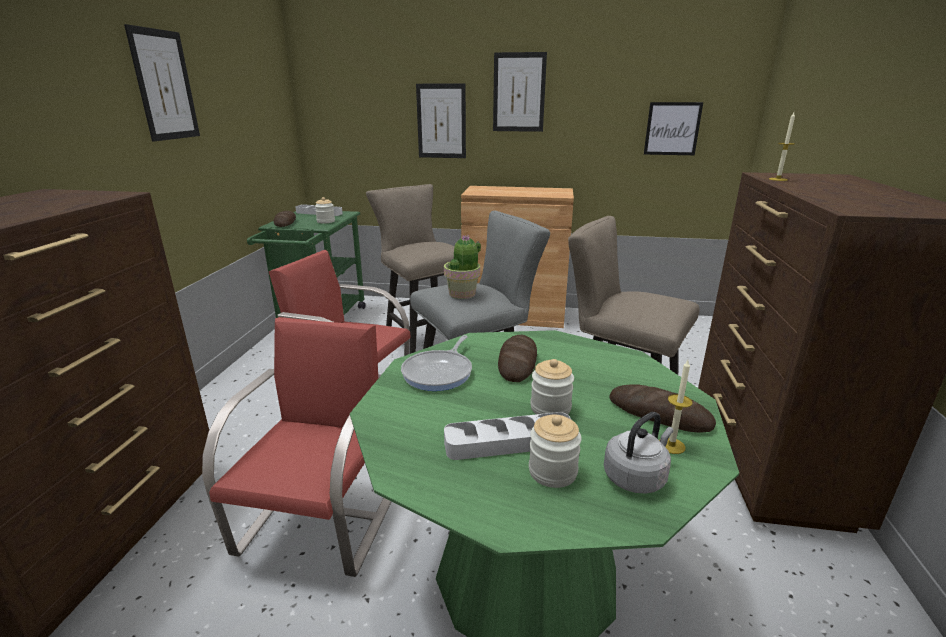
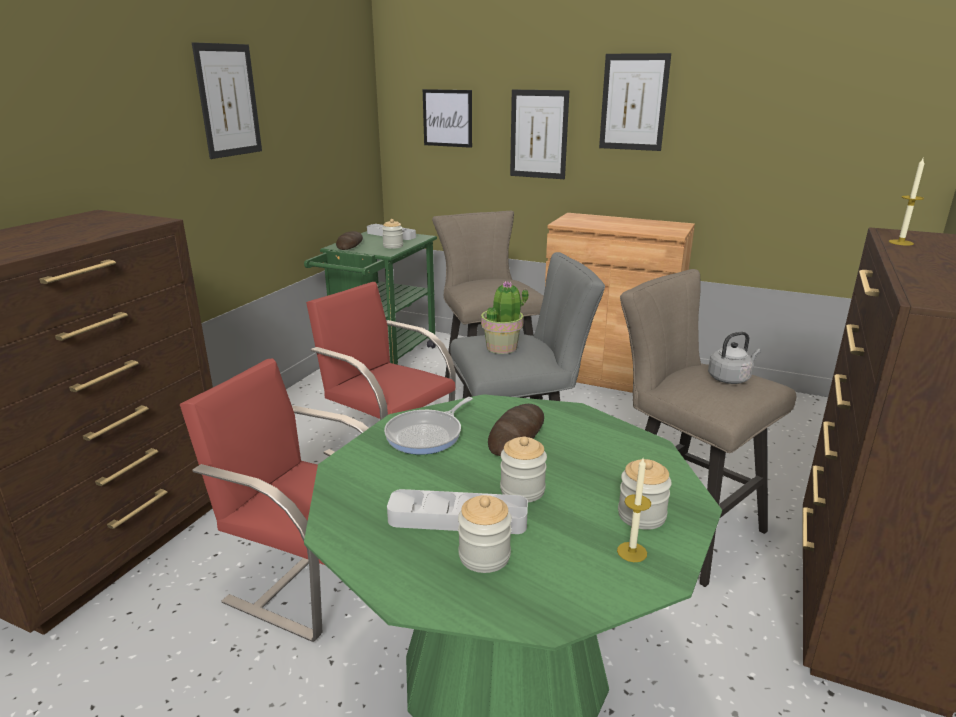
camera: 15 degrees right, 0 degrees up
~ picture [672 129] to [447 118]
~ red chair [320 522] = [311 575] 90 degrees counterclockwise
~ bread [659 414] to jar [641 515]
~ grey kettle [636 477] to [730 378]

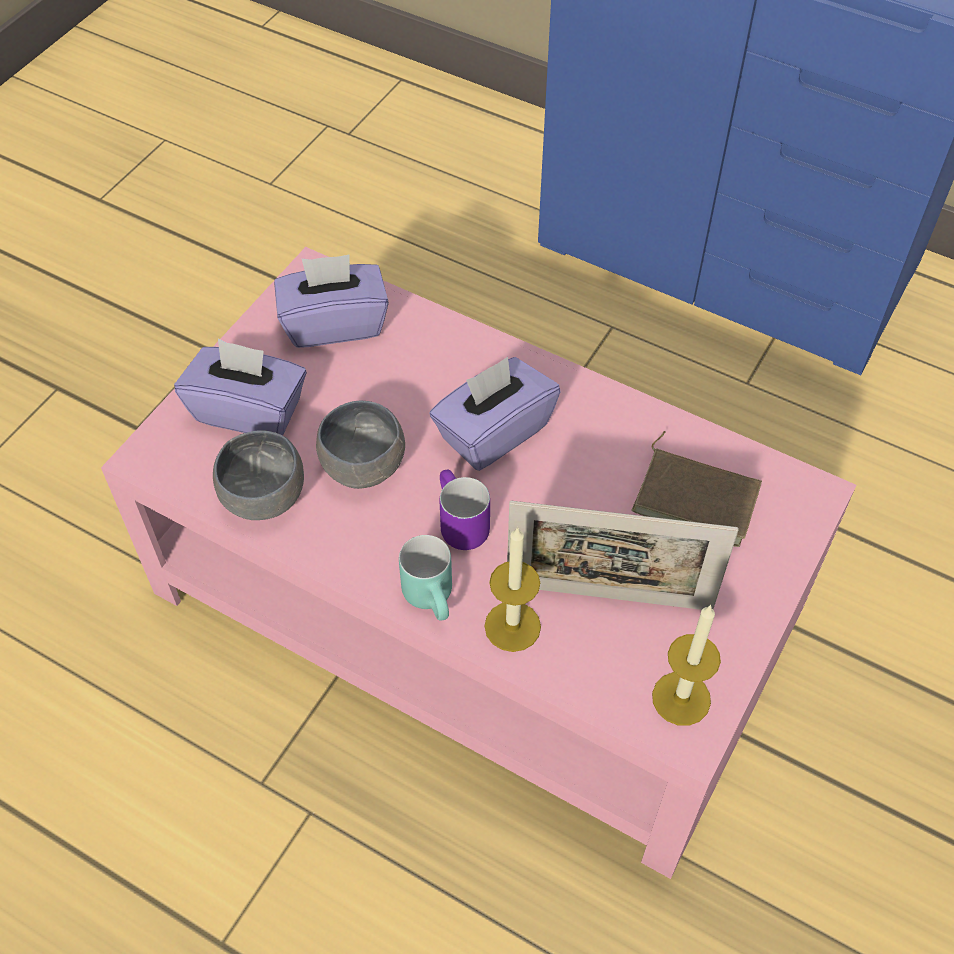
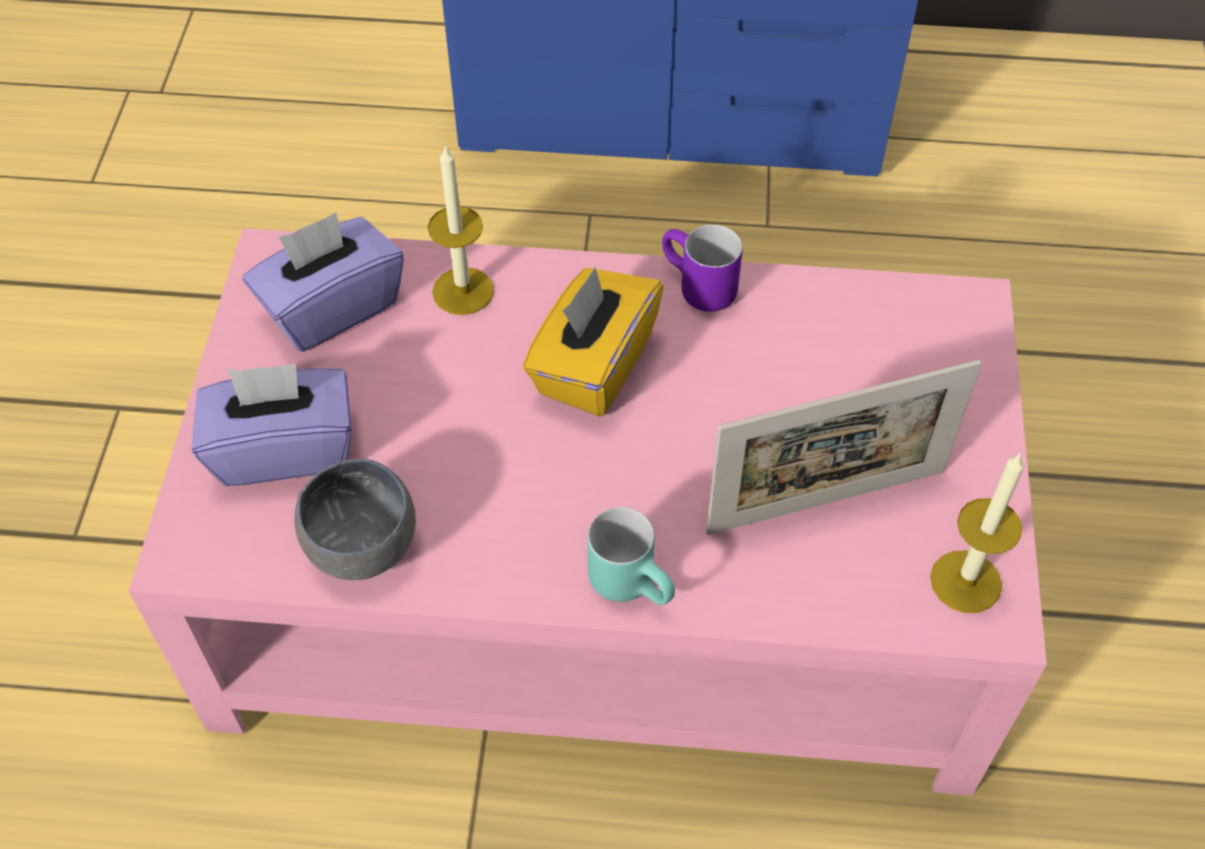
camera: 25 degrees left, 0 degrees up
~ purple tissue box [493 432] to yellow tissue box [593 366]
- grey bowl [361 464]
- brown book [697 497]
~ purple mug [457 524] to [695 289]
~ candle [512 626] to [463 291]

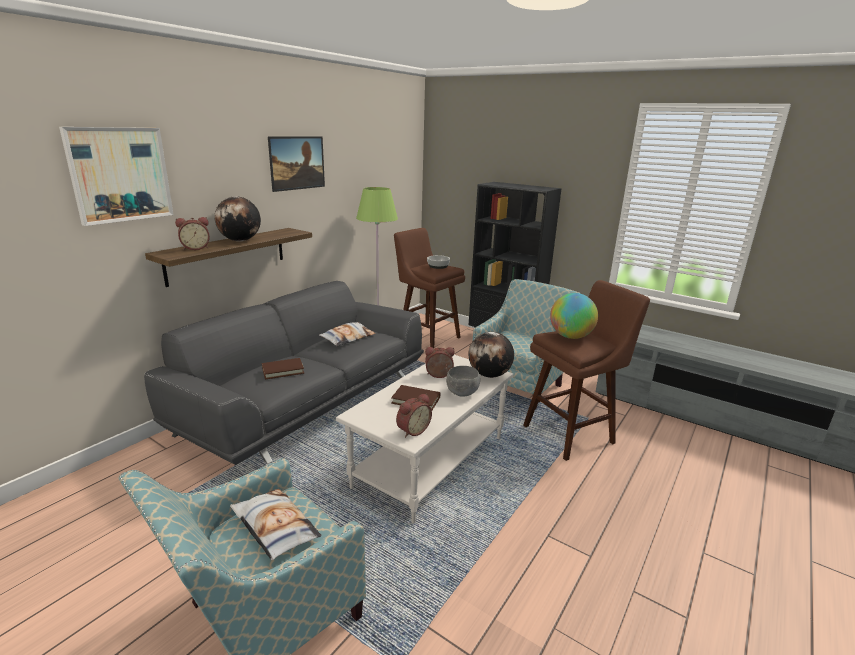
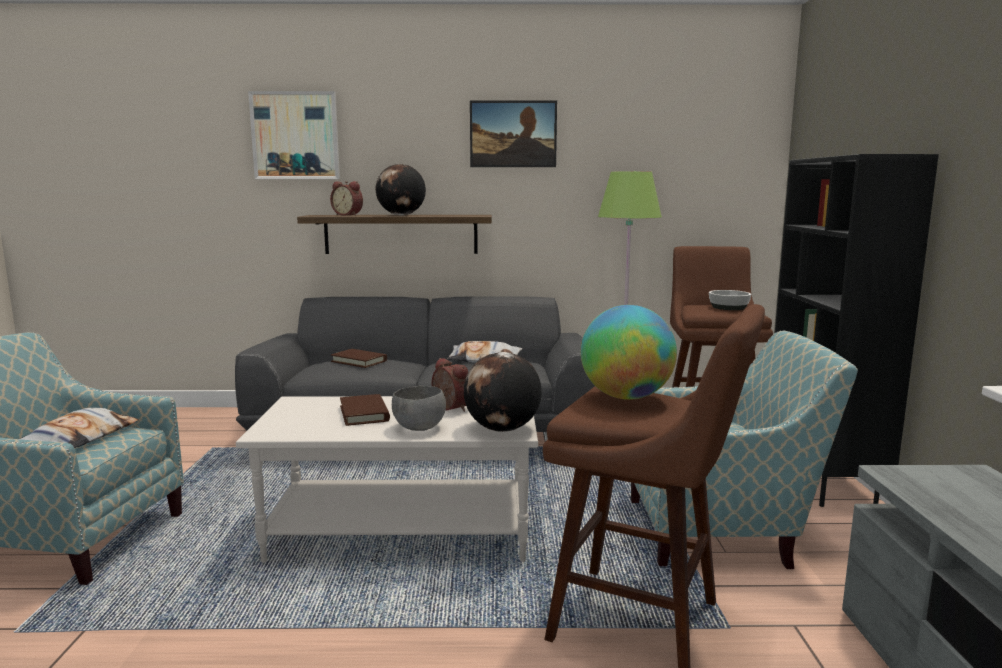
camera: 55 degrees right, 10 degrees down
- alarm clock [412 430]

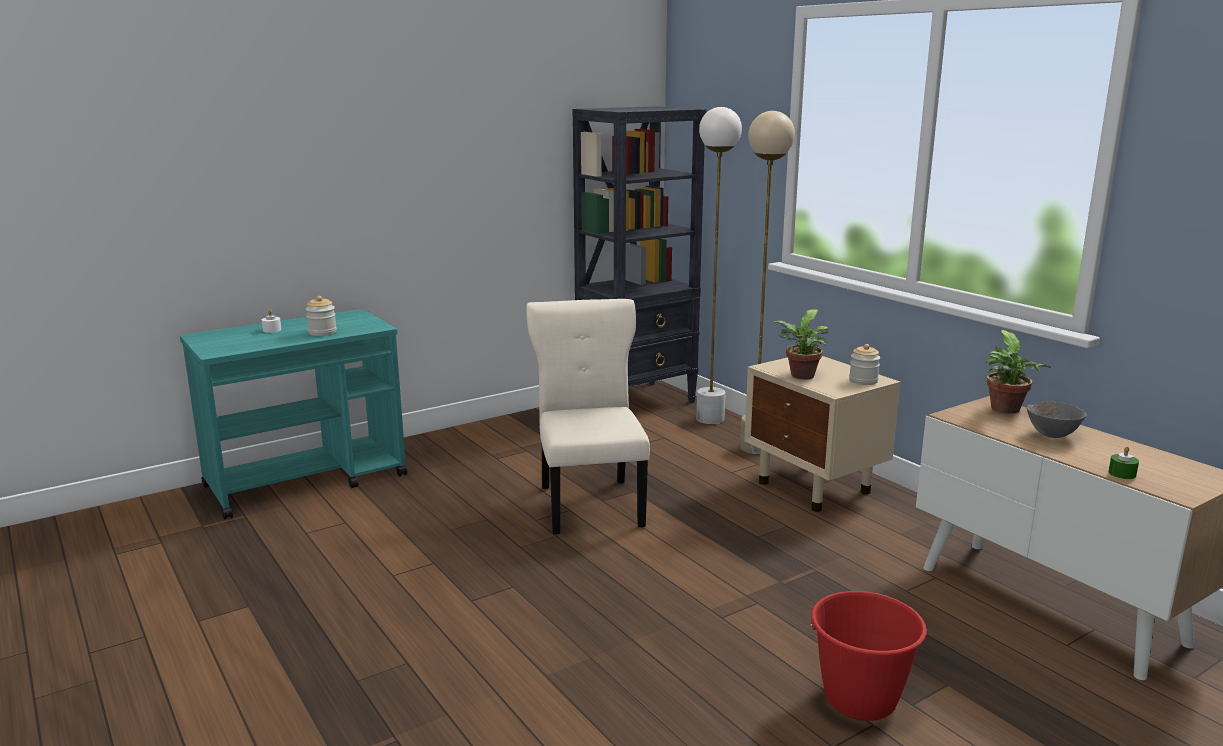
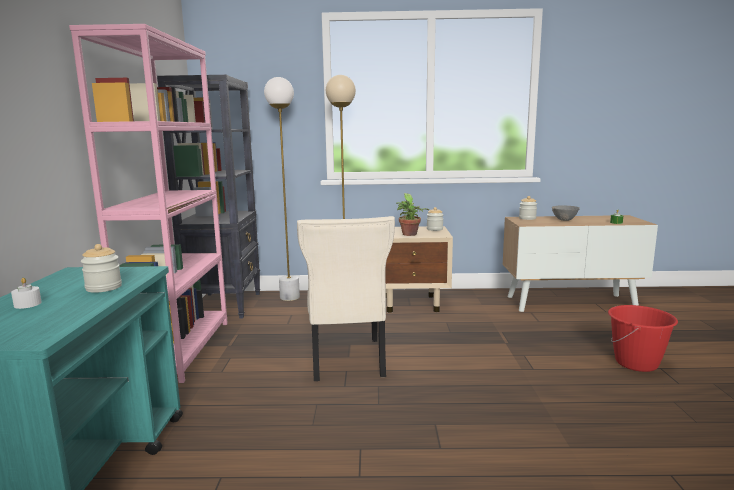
camera: 55 degrees left, 5 degrees down
~ beige chair [590 503] = [347 361] 120 degrees counterclockwise
~ potted plant [1006 410] to jar [527 218]
+ pink bookcase [181 349]

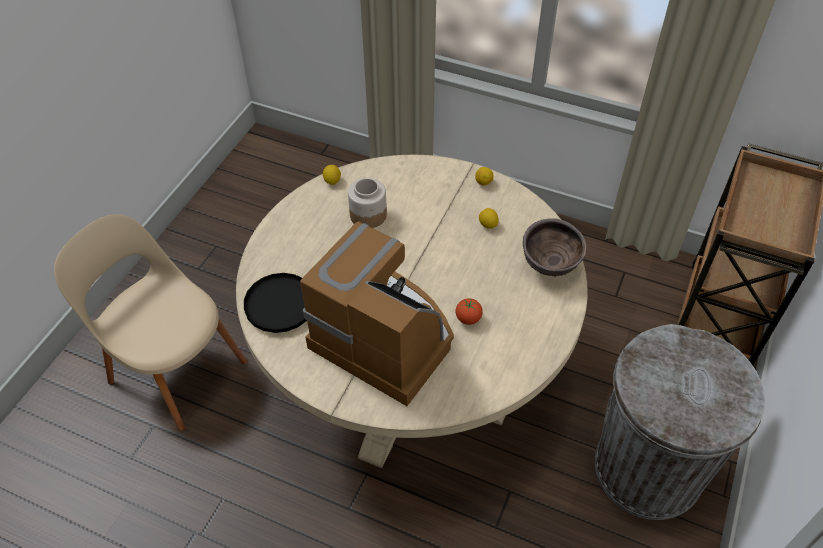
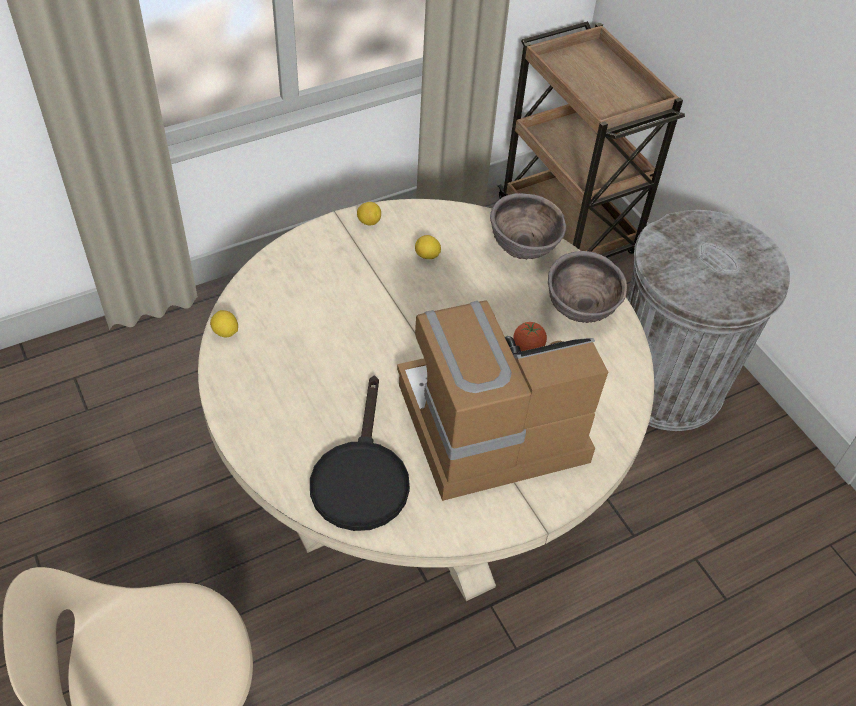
camera: 55 degrees left, 0 degrees up
- jar [367 215]
+ brown bowl [579 312]

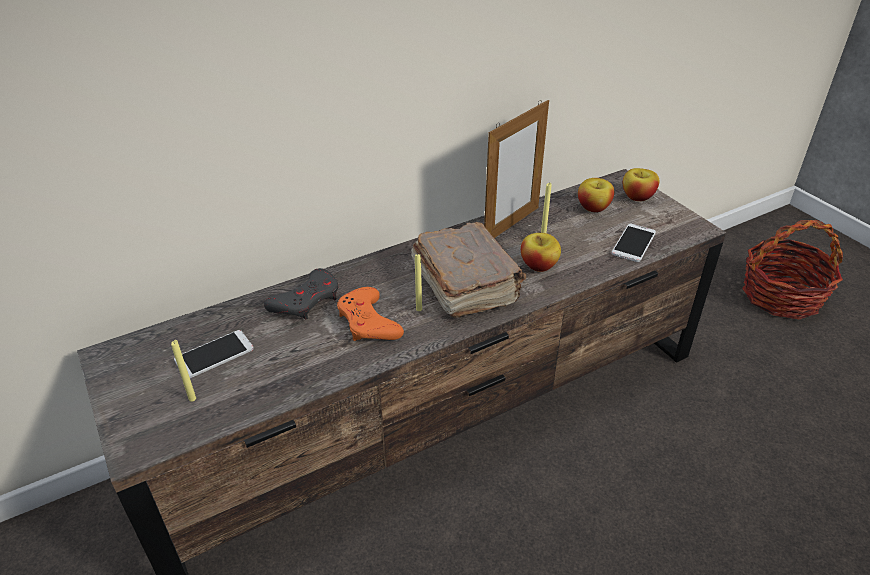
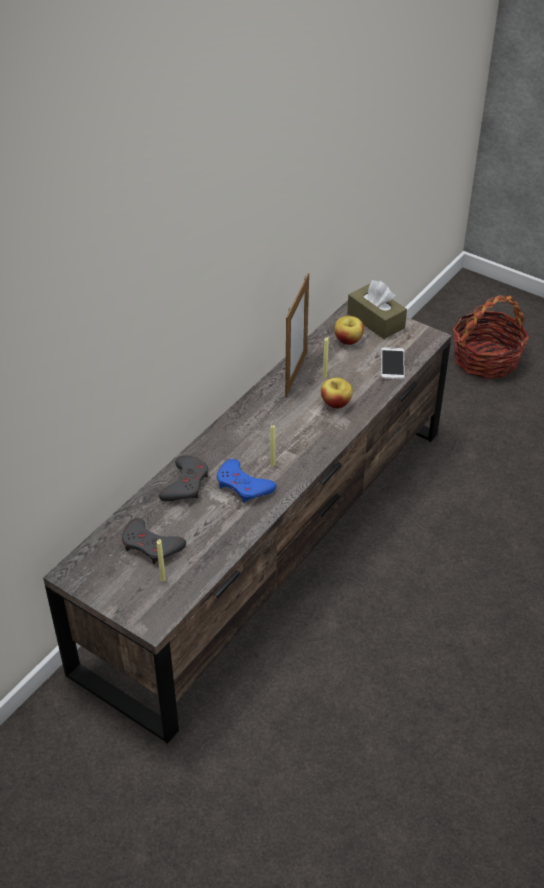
camera: 25 degrees left, 5 degrees up
~ apple [637 197] to brown tissue box [375 320]
- brown book [465 284]
~ orange game controller [368 322] to blue game controller [243 485]
~ phone [214 354] to grey game controller [151 545]

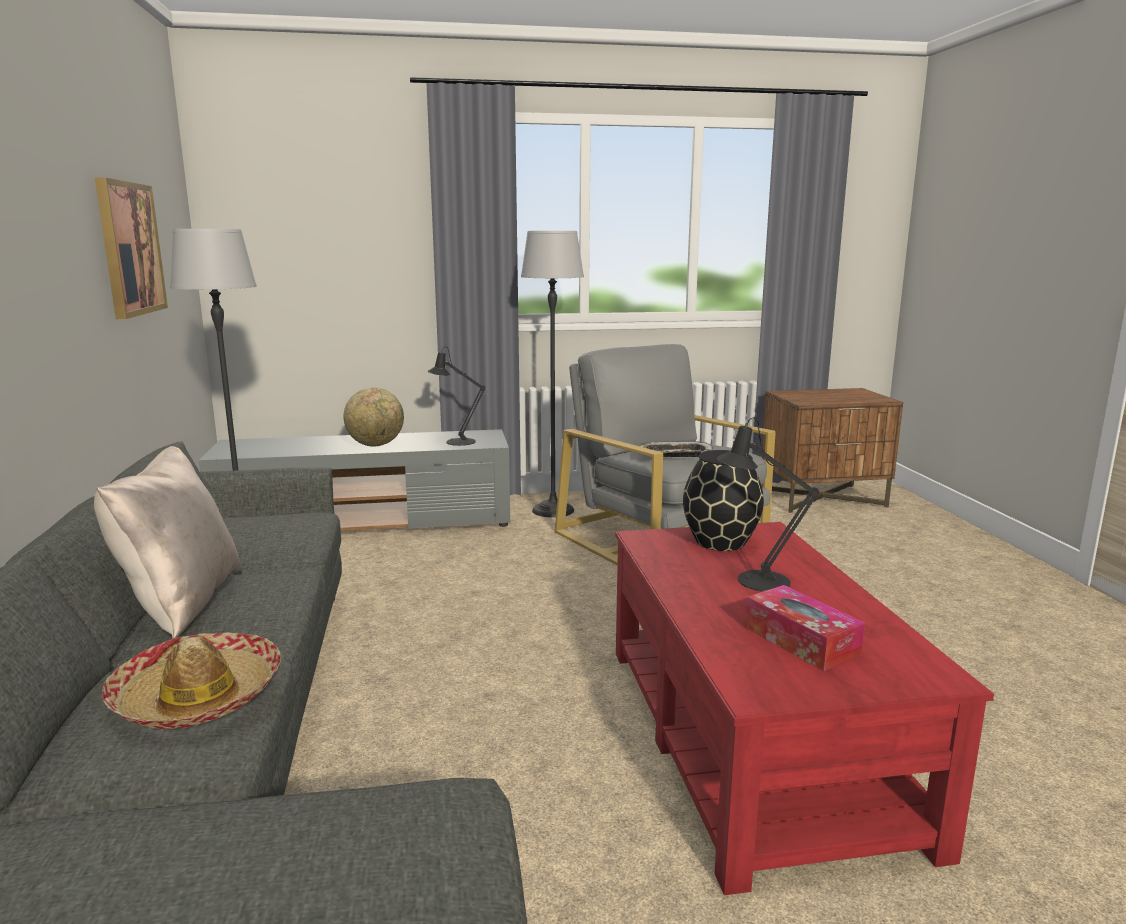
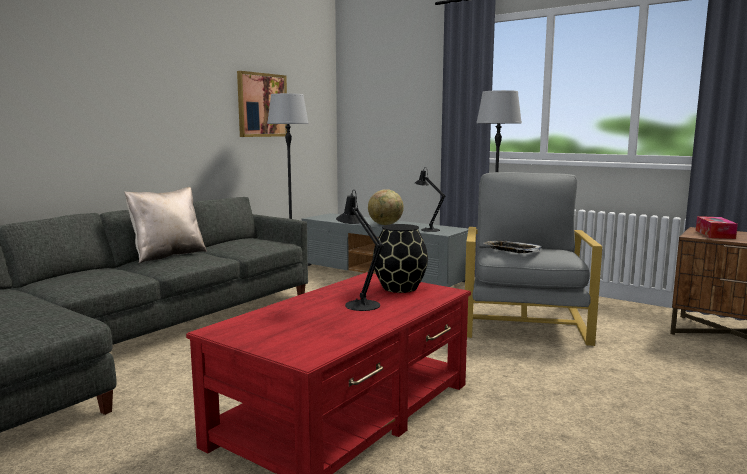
camera: 45 degrees right, 5 degrees down
~ tissue box [801 641] to [714 234]
- hat [198 696]

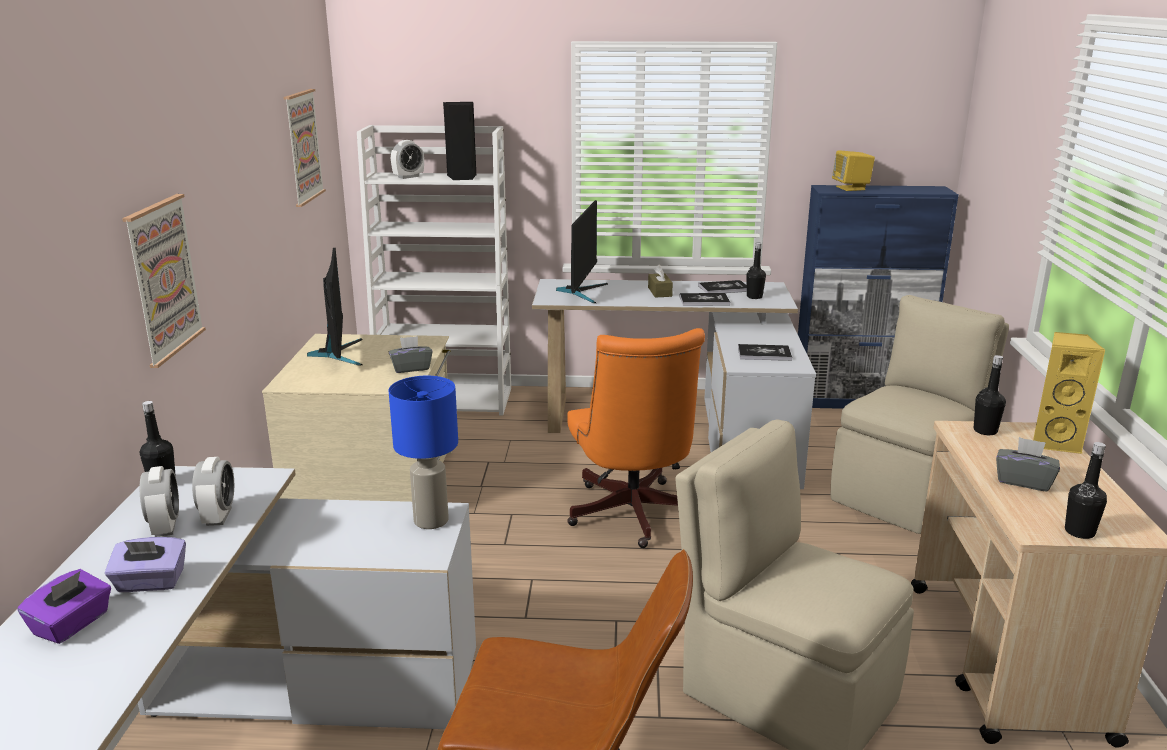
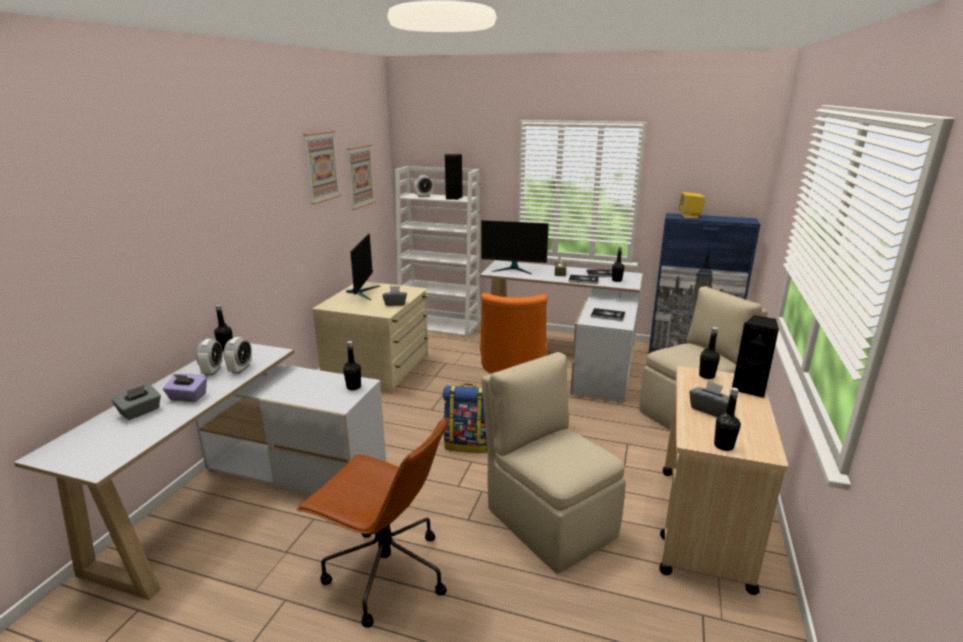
camera: 15 degrees right, 0 degrees up
~ picture [163 278] to [321 166]
~ monitor [582 292] = [513 269] 75 degrees clockwise
~ yellow speaker [1054 442] to black speaker [749 388]
~ blue table lamp [431 521] to black bottle [353 387]
~ purple tissue box [72 624] to grey tissue box [140 412]
+ backpack [468 444]

